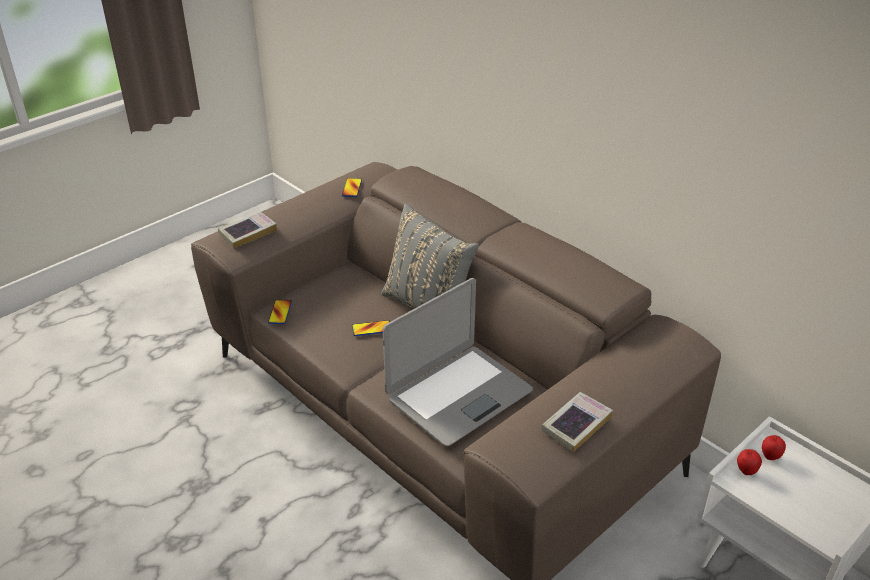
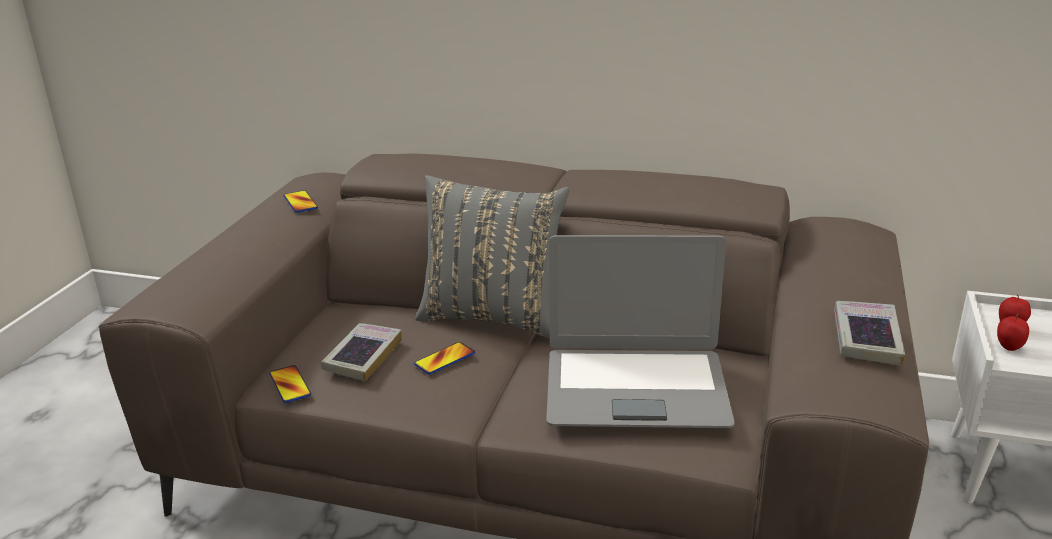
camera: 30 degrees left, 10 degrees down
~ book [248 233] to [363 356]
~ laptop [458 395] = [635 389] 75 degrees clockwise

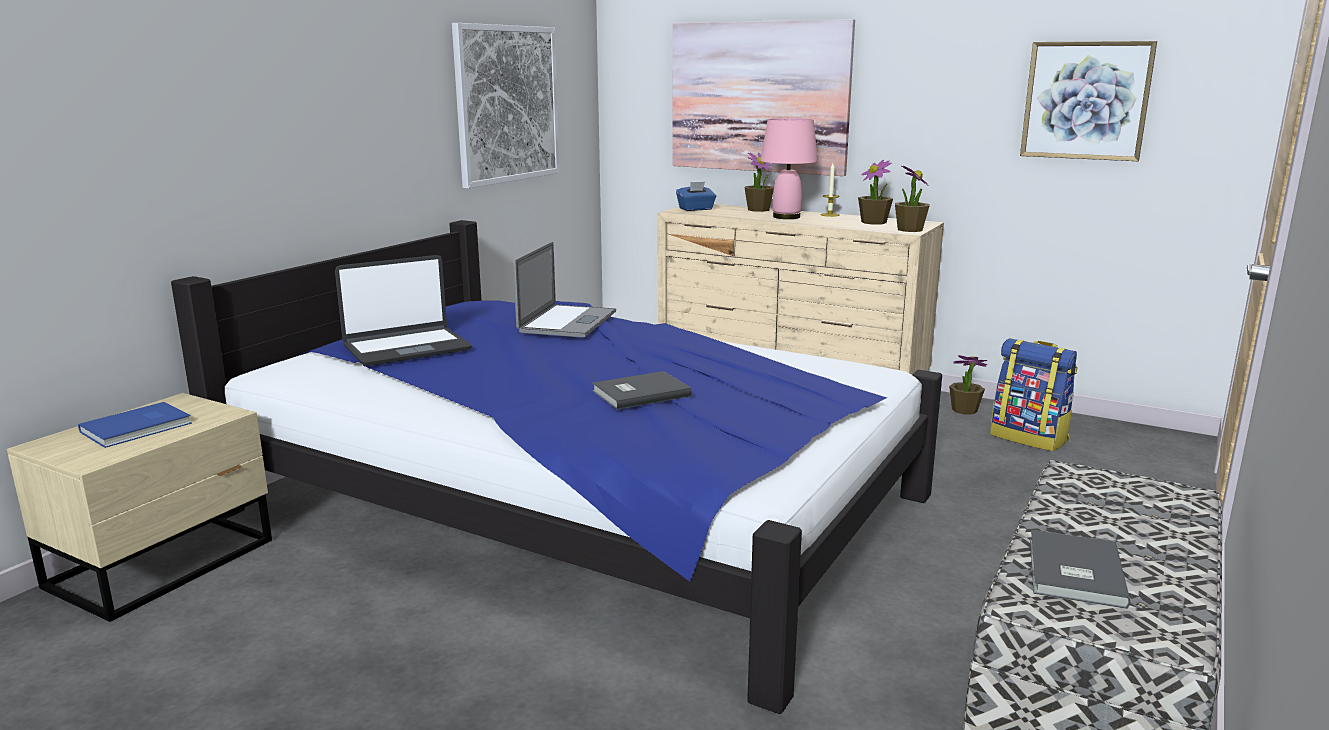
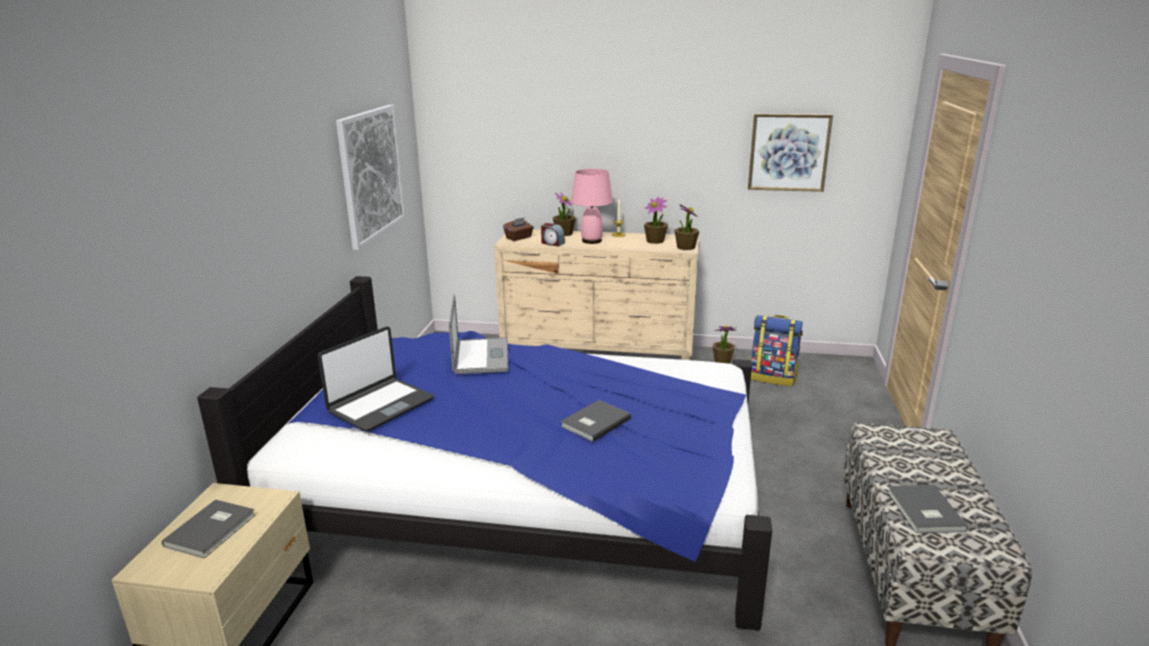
camera: 20 degrees left, 5 degrees up
- picture [759 97]
~ blue tissue box [696 209] to brown tissue box [519 238]
~ blue book [138 428] to grey book [213 530]
+ alarm clock [552 243]

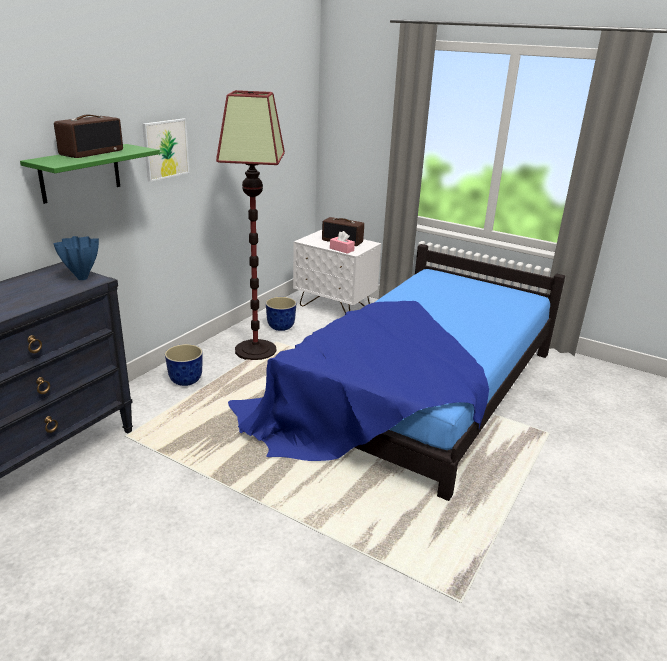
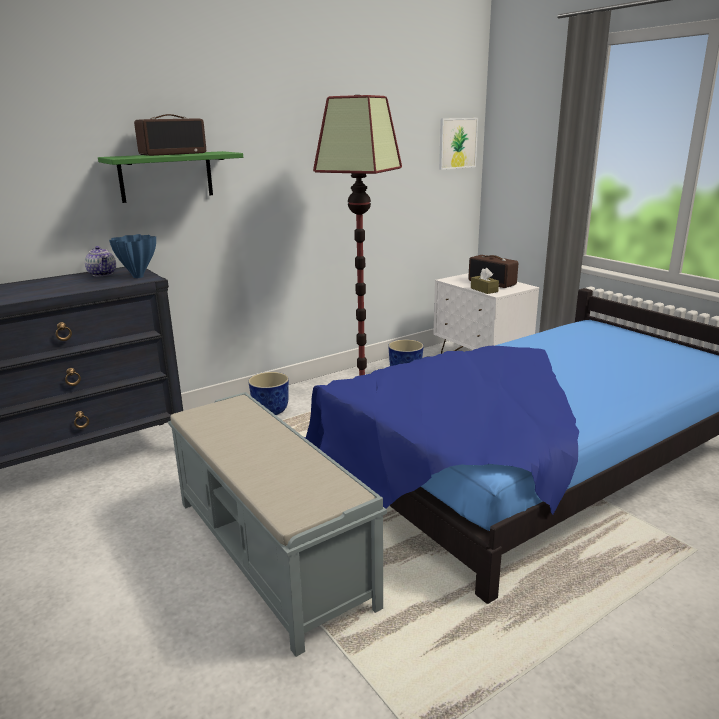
camera: 25 degrees right, 5 degrees down
~ picture [165 149] to [457 143]
~ pink tissue box [341 249] to brown tissue box [484 290]
+ teapot [103 274]
+ grey bench [271 551]

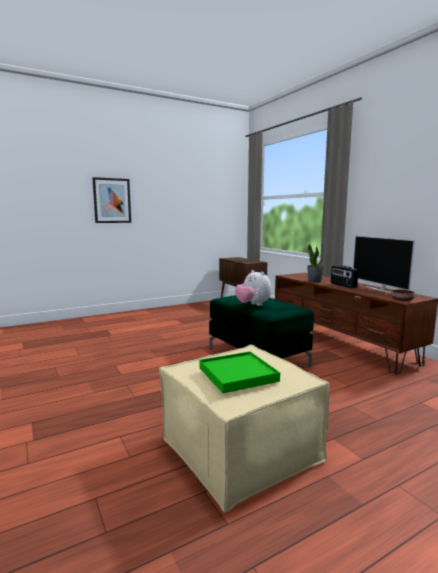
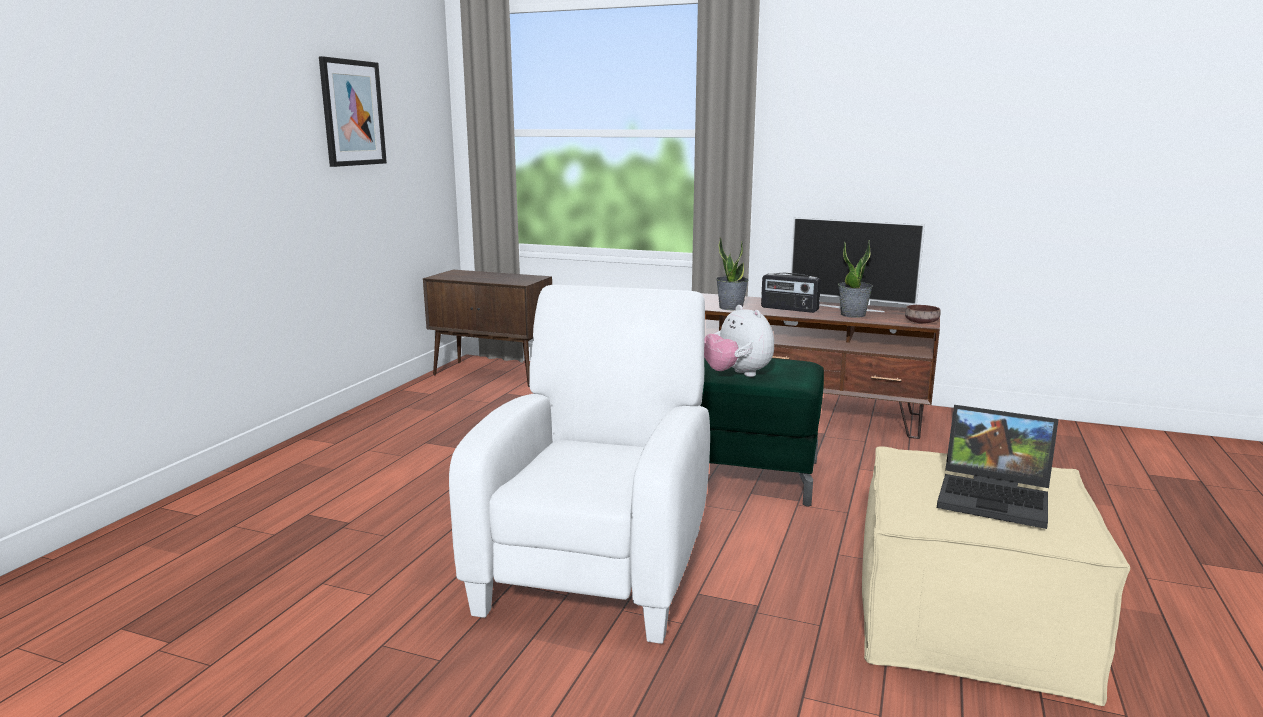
camera: 40 degrees left, 5 degrees up
~ picture [112 200] to [352 113]
~ plush toy [253 305] = [737 374] 45 degrees clockwise
~ green tray [238 374] to laptop [996 498]
+ potted plant [853 315]
+ white armchair [600 564]

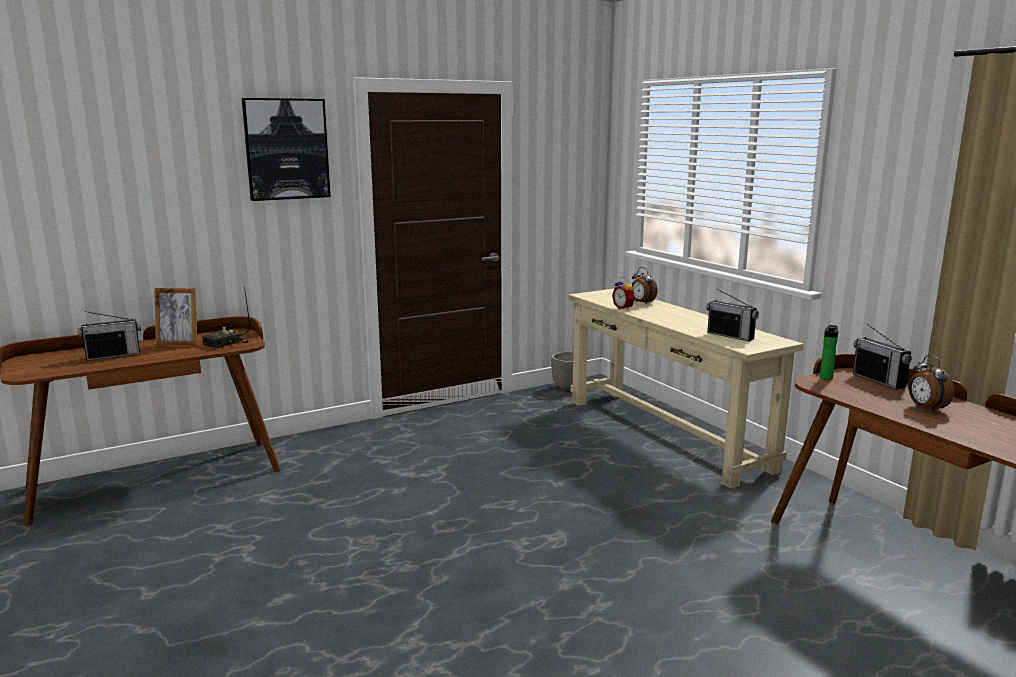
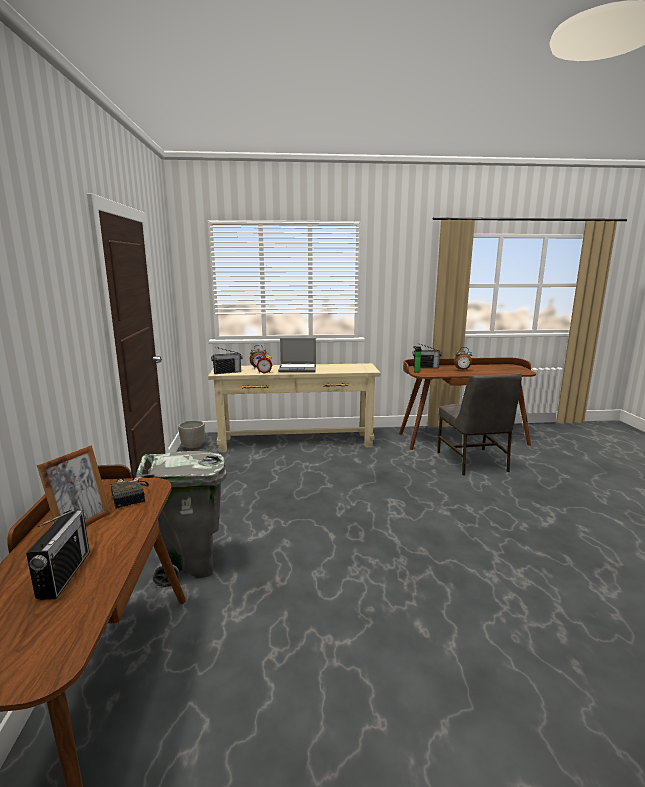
camera: 65 degrees left, 0 degrees up
- picture [286 149]
~ radio [730 336] to [227 372]
+ laptop [298 369]
+ grey chair [473 462]
+ grey trash can [190 564]

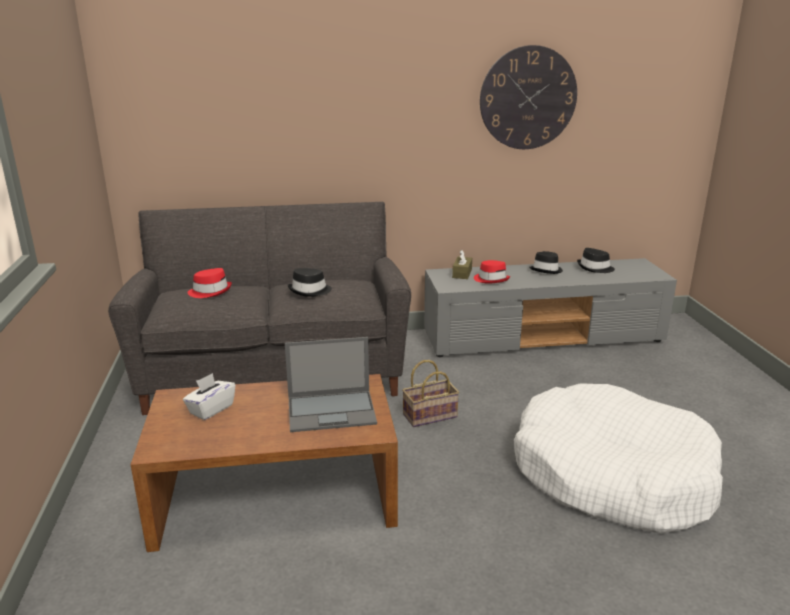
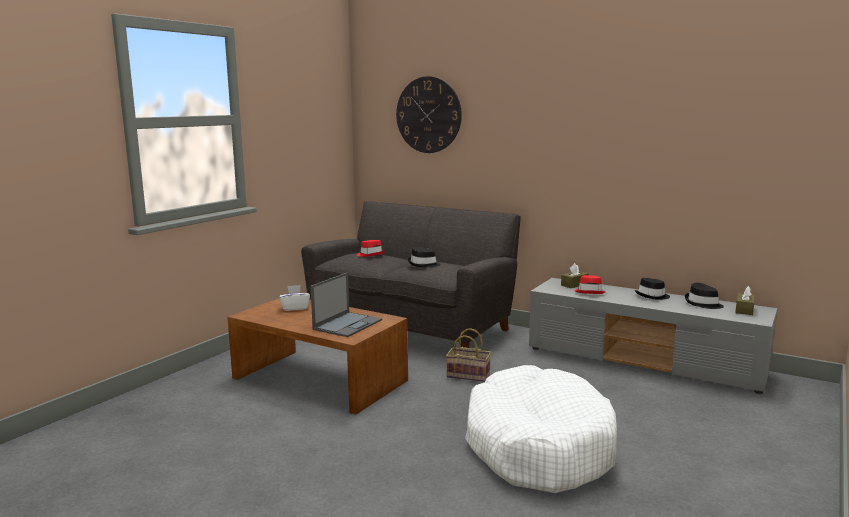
camera: 40 degrees right, 10 degrees down
~ wall clock [528 98] to [428 115]
~ laptop [332 411] = [348 324] 90 degrees counterclockwise
+ brown tissue box [744 310]

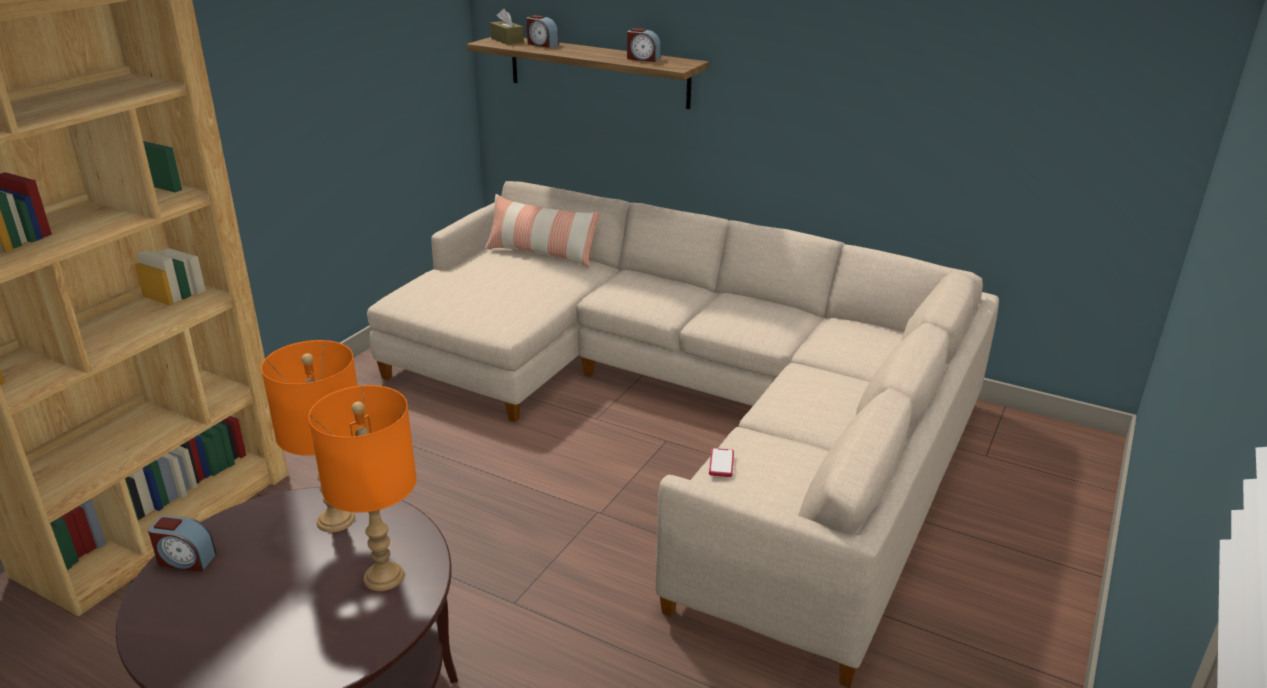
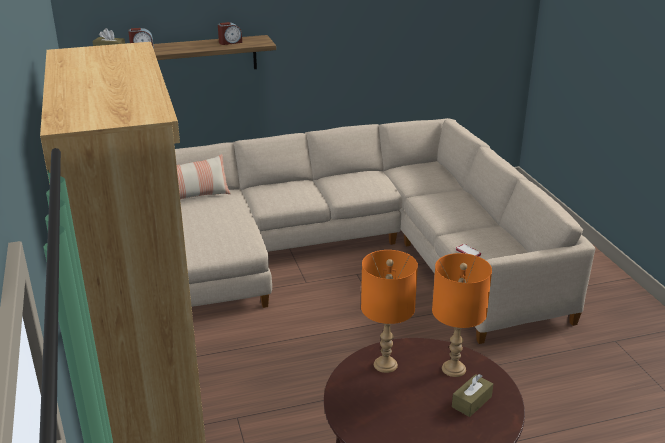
camera: 45 degrees left, 0 degrees up
- alarm clock [186 560]
+ brown tissue box [471 402]

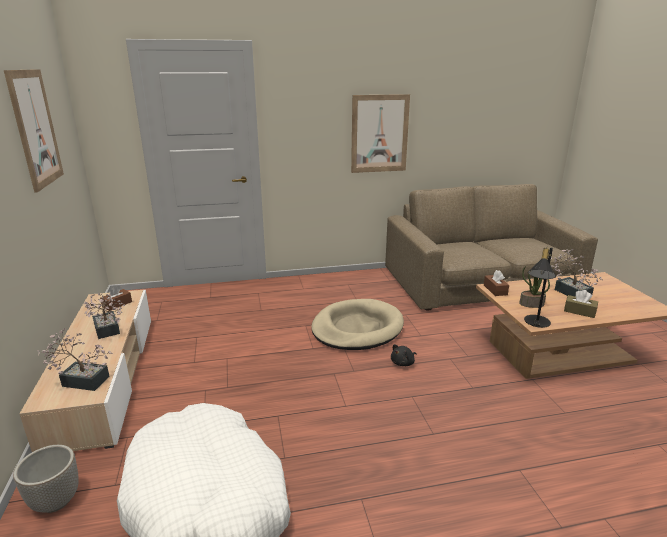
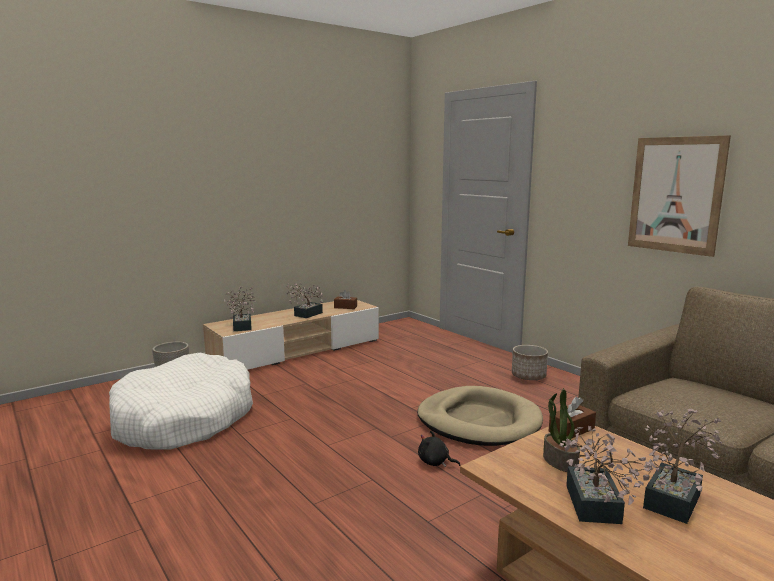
camera: 65 degrees right, 10 degrees down
- picture [35 128]
- black table lamp [535 323]
~ brown tissue box [579 311] to potted plant [594 509]
+ planter [529 376]

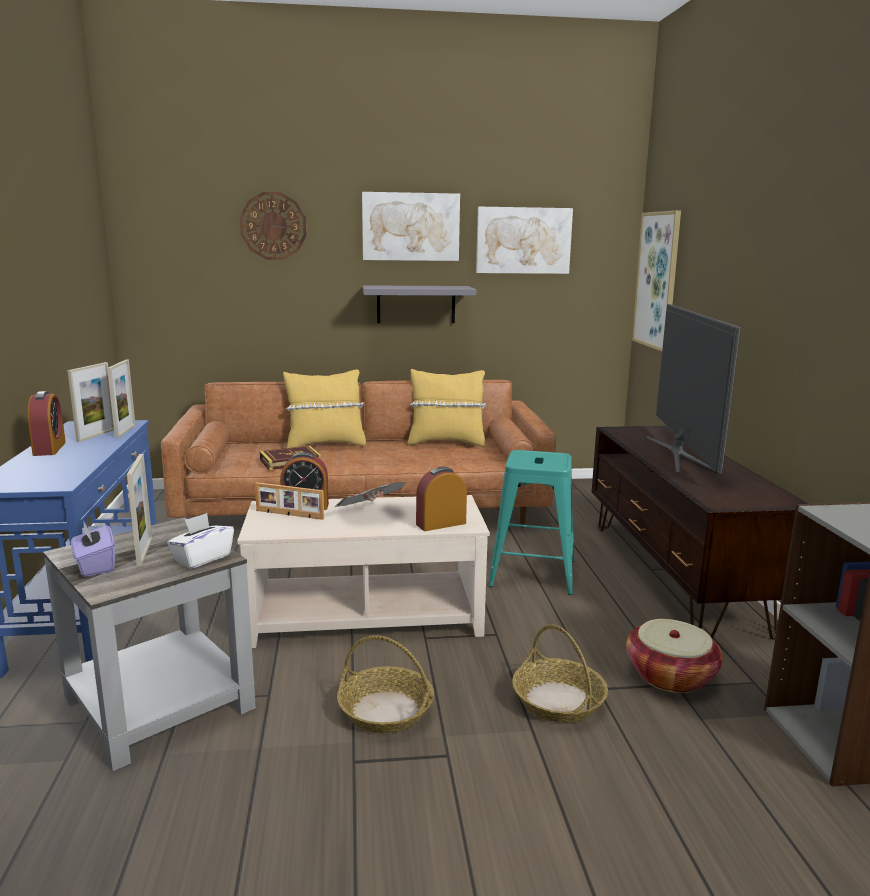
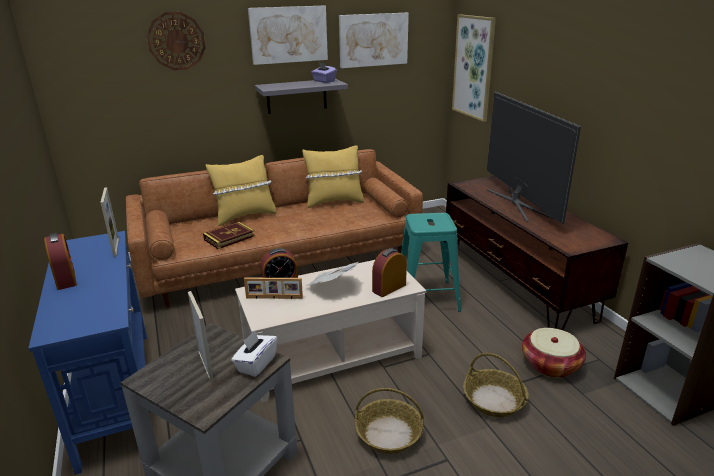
camera: 15 degrees left, 10 degrees up
- picture frame [96 435]
~ purple tissue box [95 566] to [324 81]

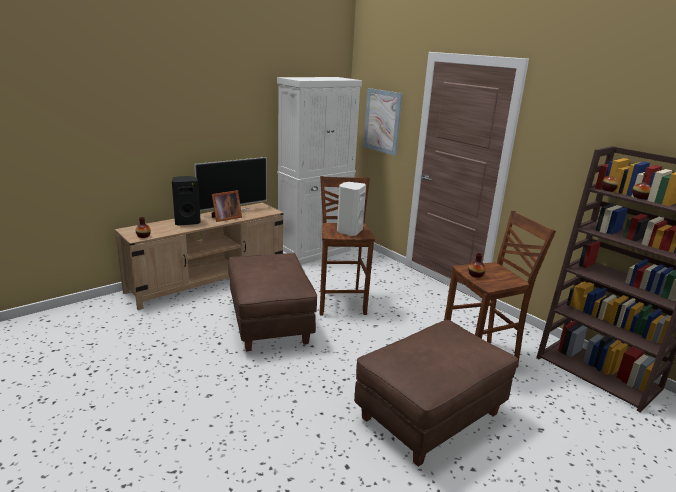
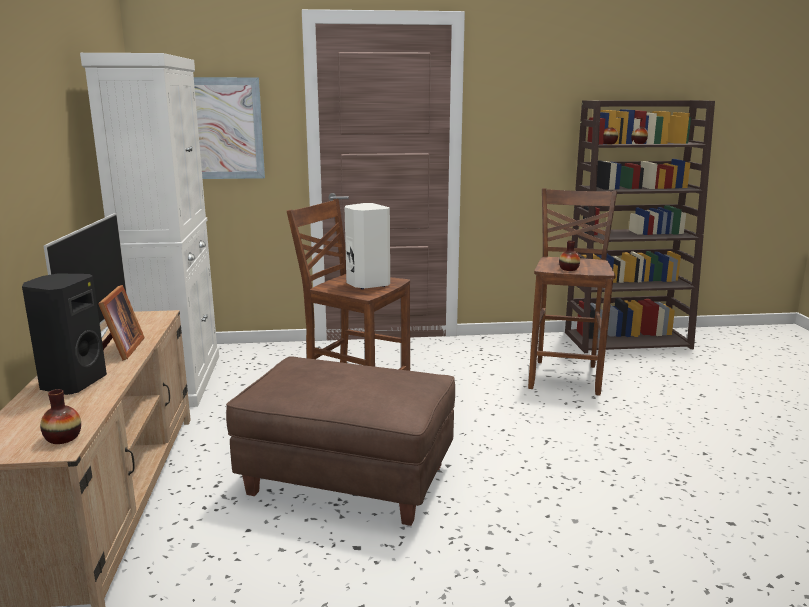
camera: 55 degrees left, 5 degrees down
- brown ottoman [430 416]

